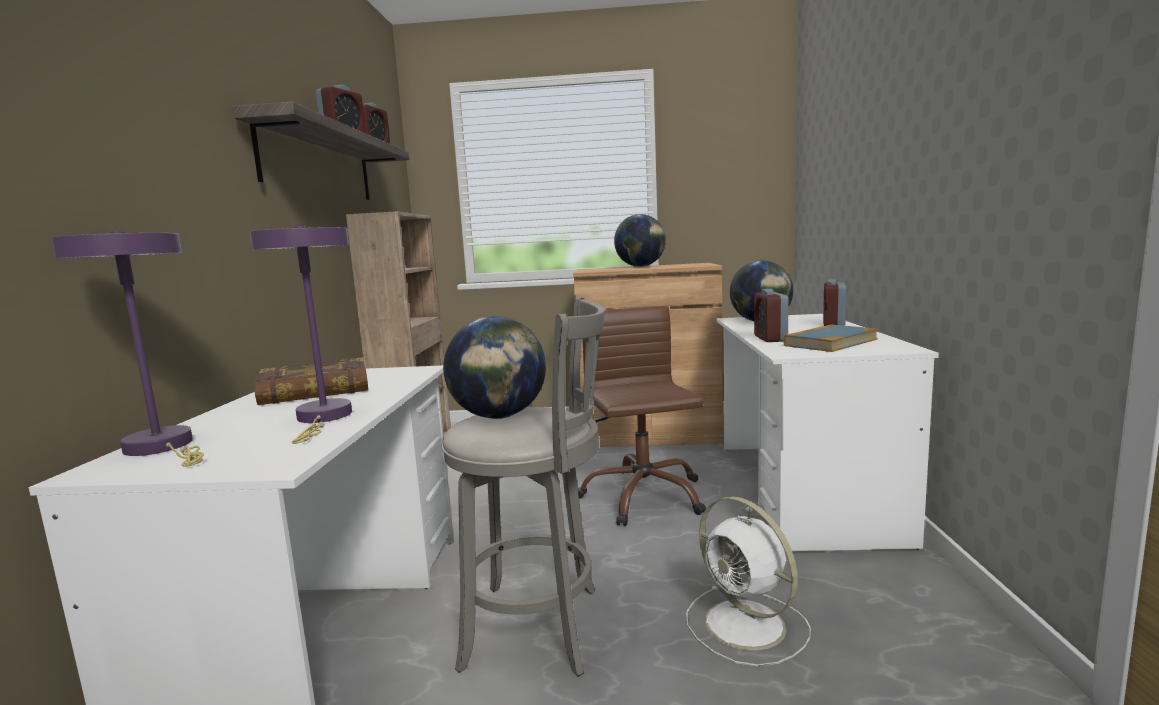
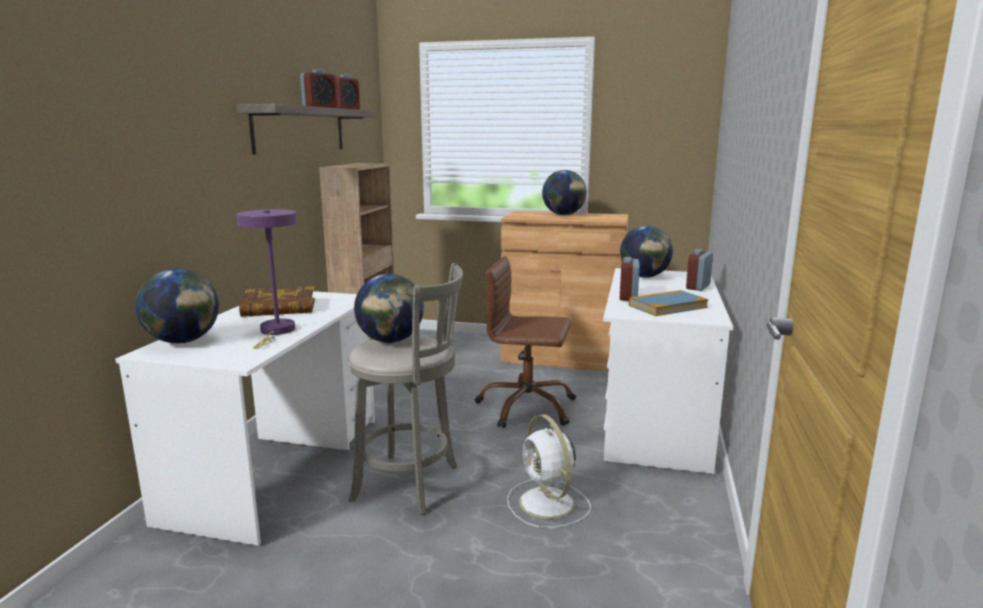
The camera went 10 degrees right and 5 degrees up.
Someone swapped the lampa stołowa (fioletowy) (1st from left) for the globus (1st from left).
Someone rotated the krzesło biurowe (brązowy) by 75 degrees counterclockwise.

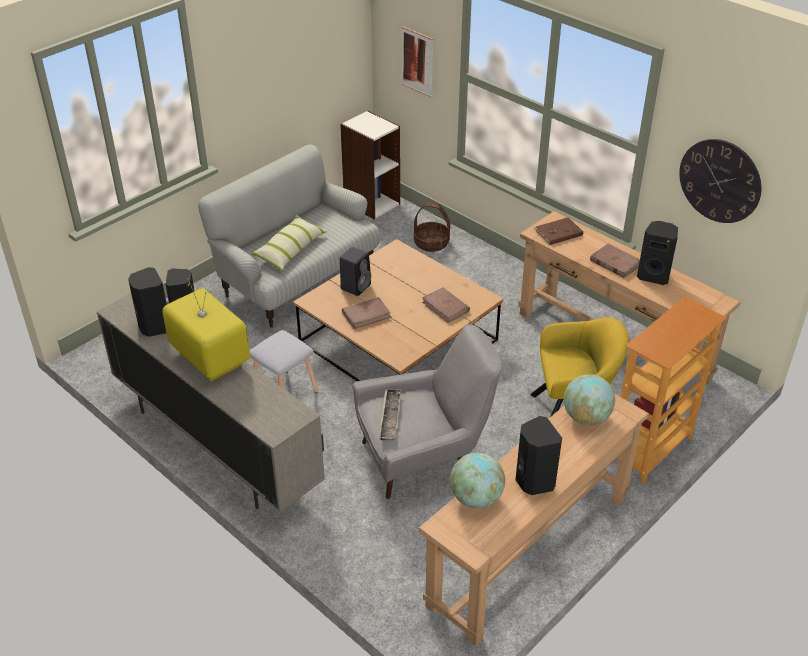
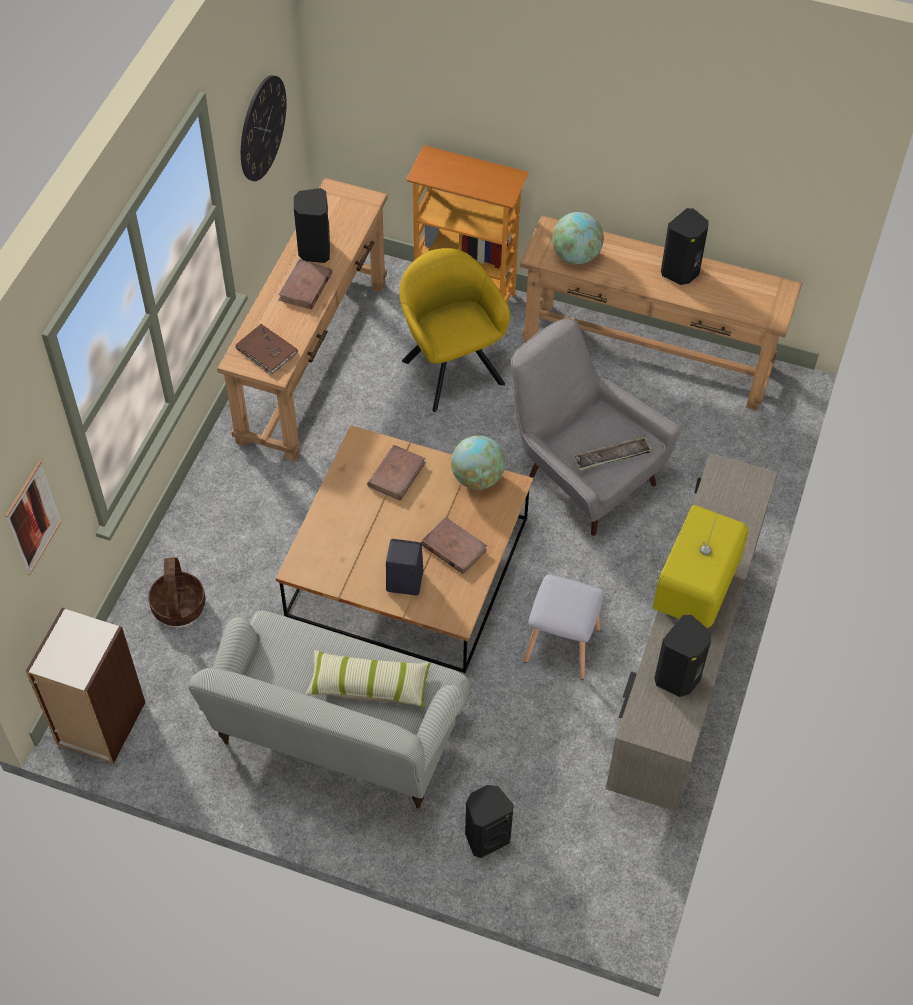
The camera went 115 degrees left and 15 degrees up.
Someone carried the globus (1st from left).

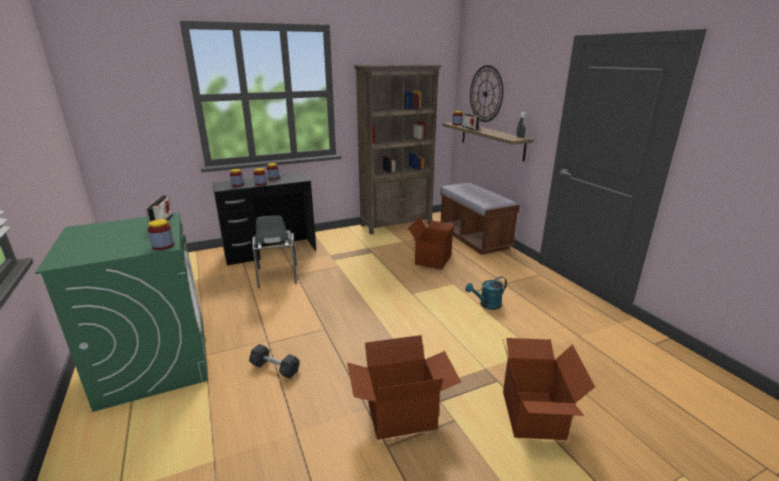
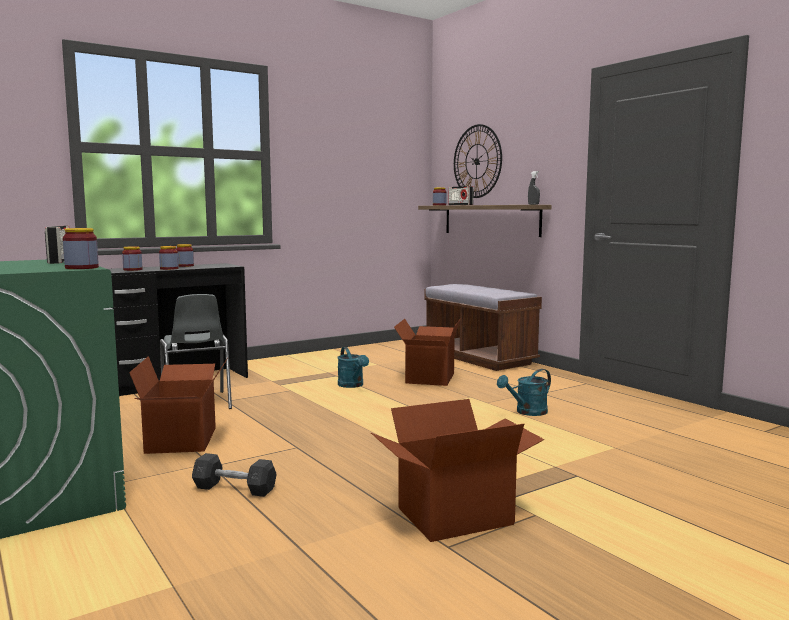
The camera went 10 degrees left and 15 degrees down.
Someone took away the regał (brązowy).
Someone carried the karton (3rd from left in the first image).
Someone put down the konewka (turkusowy) (1st from left).

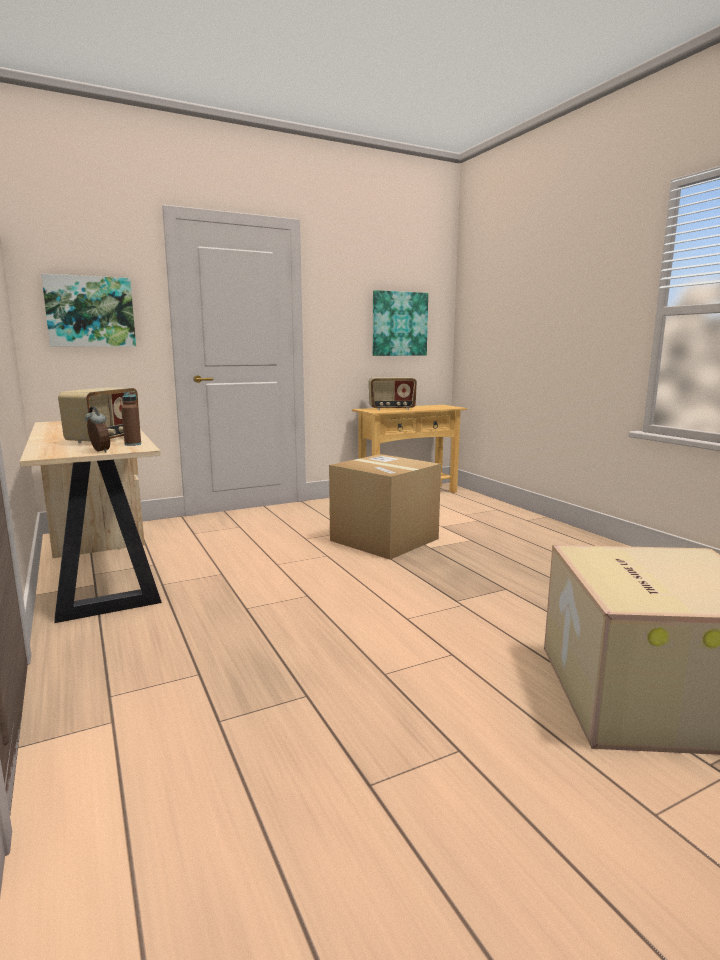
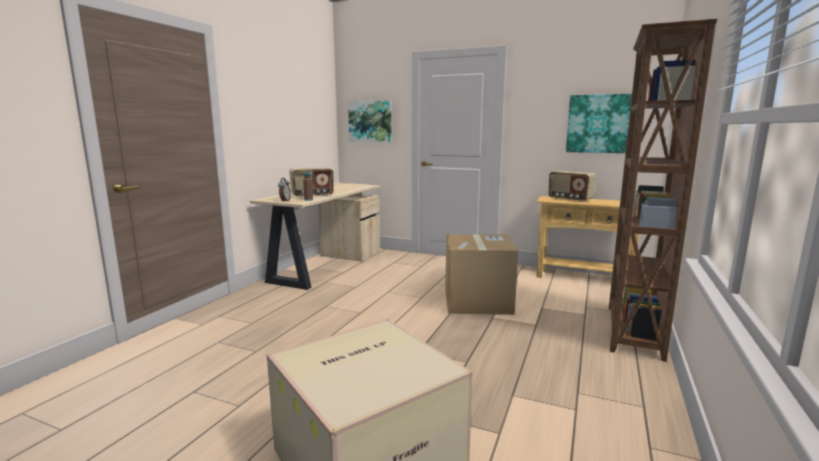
The camera went 50 degrees right and 0 degrees up.
Someone put down the regał (brązowy).

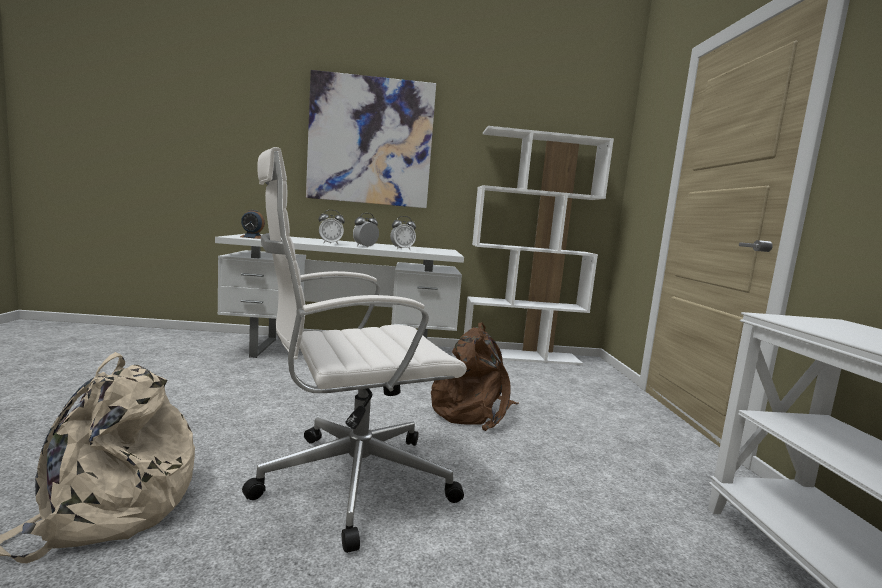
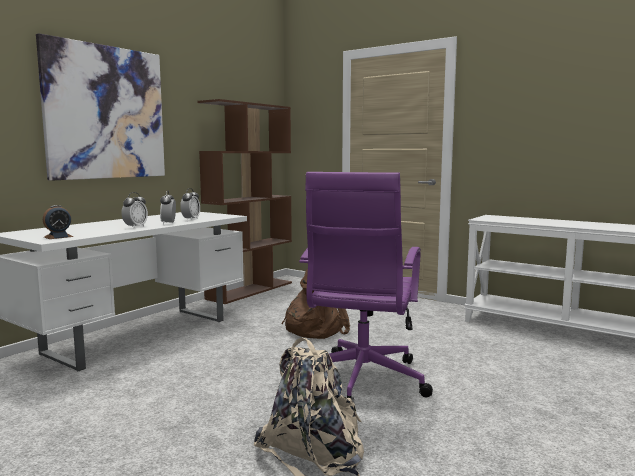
The camera went 50 degrees left and 0 degrees up.
Someone repainted the regał (biały), which became the regał (brązowy).
Someone repainted the krzesło biurowe (biały), which became the krzesło biurowe (fioletowy).

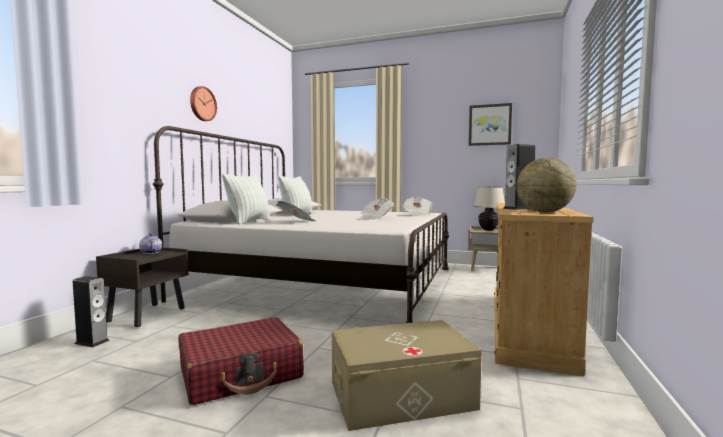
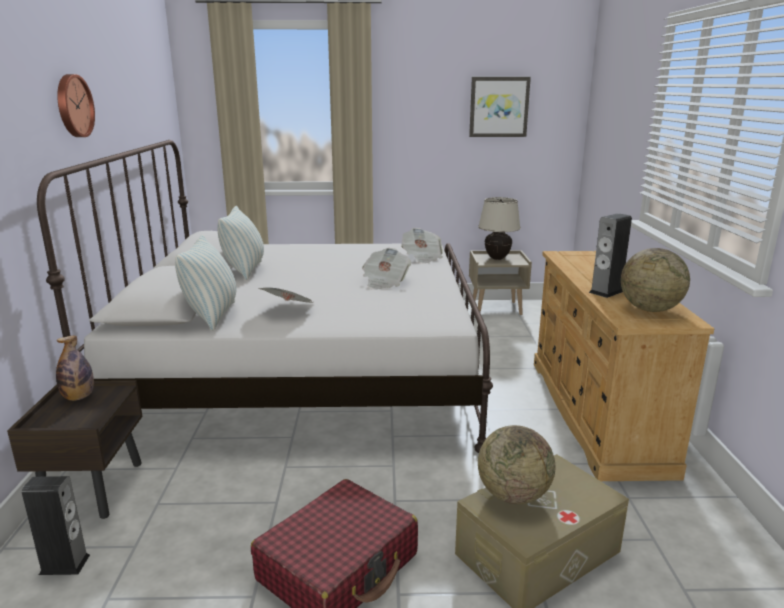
The camera went 20 degrees left and 15 degrees up.
Someone swapped the imbryk for the butelka.
Someone put down the globus (1st from left).

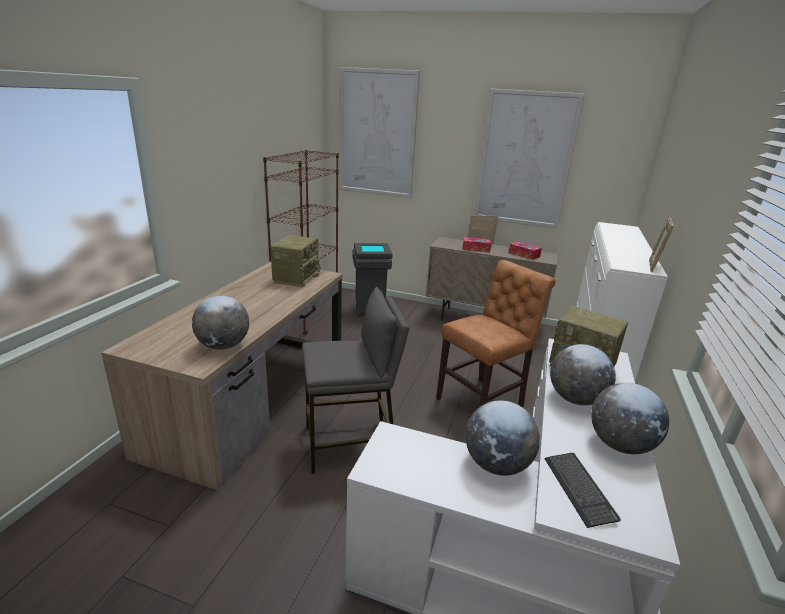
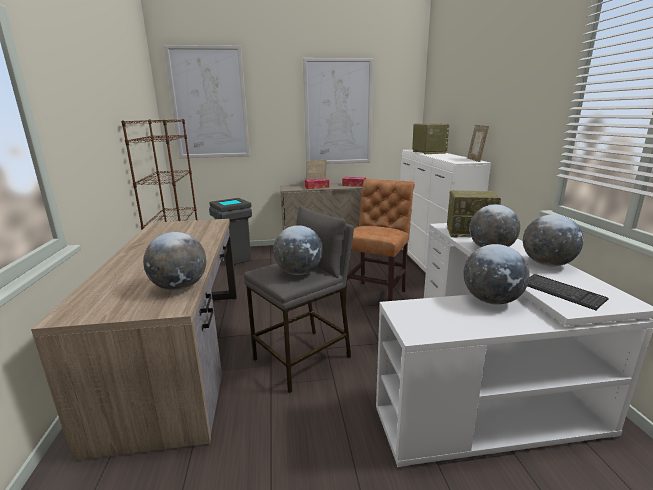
The camera went 25 degrees left and 5 degrees down.
Someone carried the radio (1st from left).
Someone put down the globus (2nd from left).

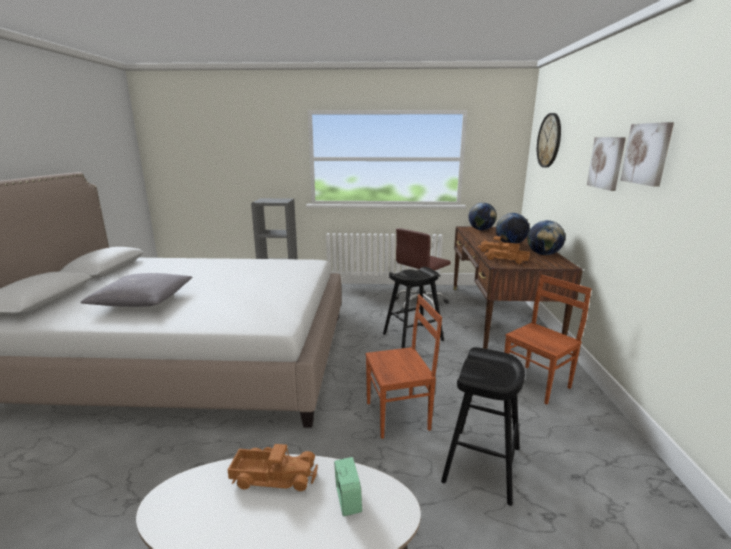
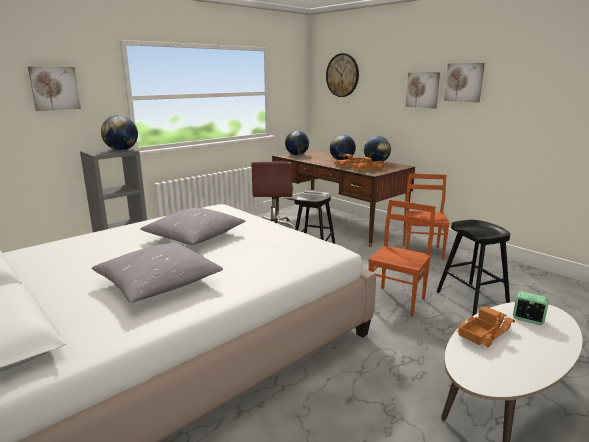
The camera went 45 degrees left and 0 degrees up.
Someone put up the obraz (1st from left).
Someone put down the globus (1st from left).
Someone put down the poduszka (szary) (2nd from left).

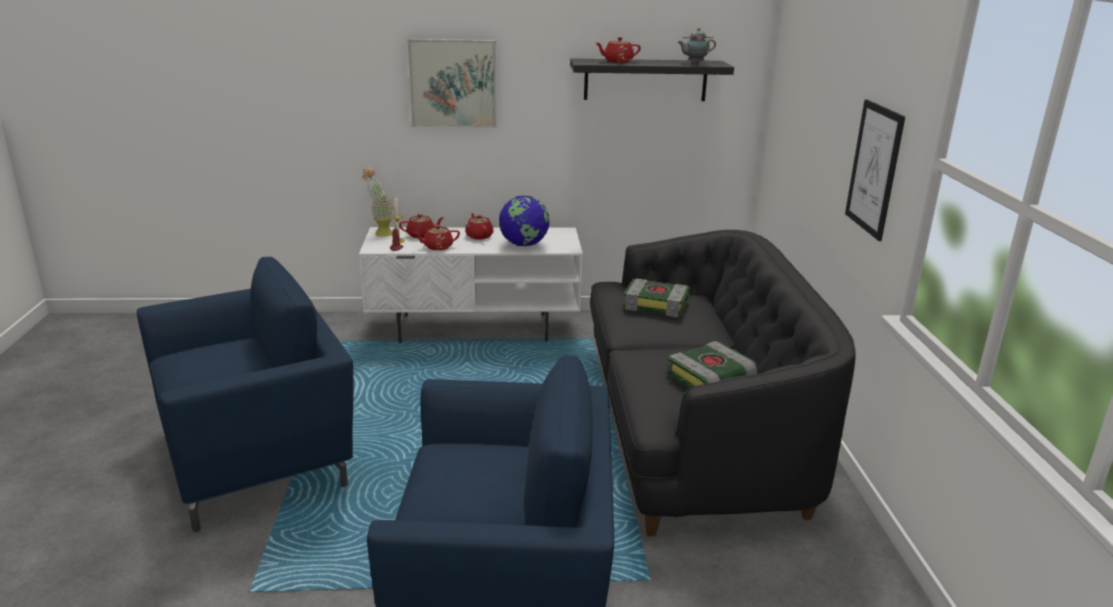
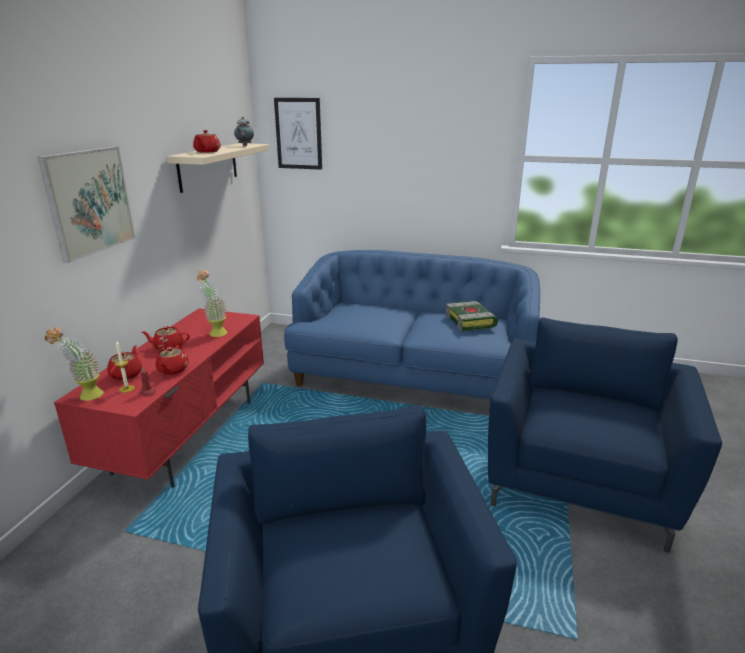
The camera went 70 degrees left and 0 degrees up.
Someone repainted the półka (czarny), which became the półka (beżowy).
Someone carried the obraz (2nd from left).
Someone swapped the globus for the roślina doniczkowa (2nd from left).
Someone repainted the szafka pod telewizor (biały), which became the szafka pod telewizor (czerwony).
Someone repainted the kanapa (czarny), which became the kanapa (niebieski).
Someone took away the książka (1st from left).

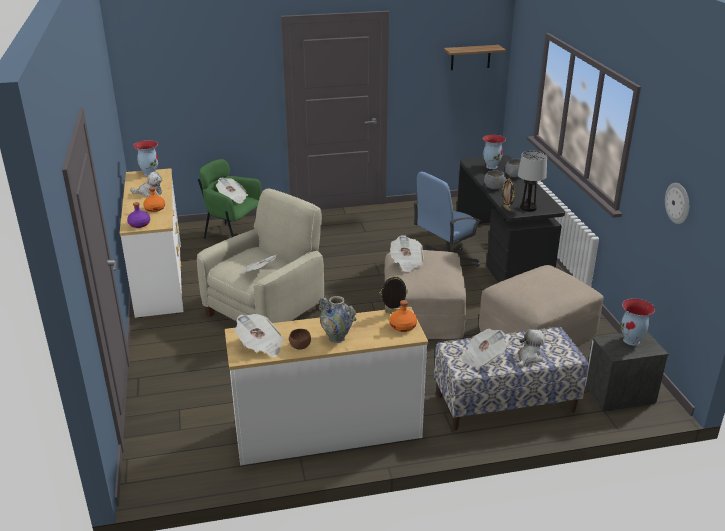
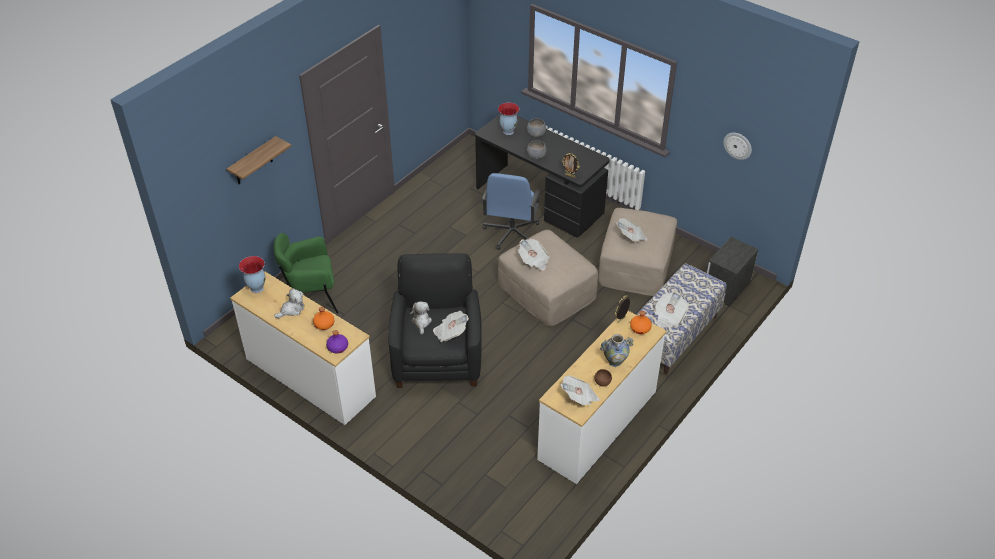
The camera went 40 degrees left and 15 degrees up.
Someone carried the półka.
Someone took away the lampa stołowa.
Someone carried the gazeta (1st from left in the first image).
Someone repainted the fotel (beżowy), which became the fotel (czarny).
Someone took away the wazon (4th from left).
Someone carried the pluszak (2nd from left).

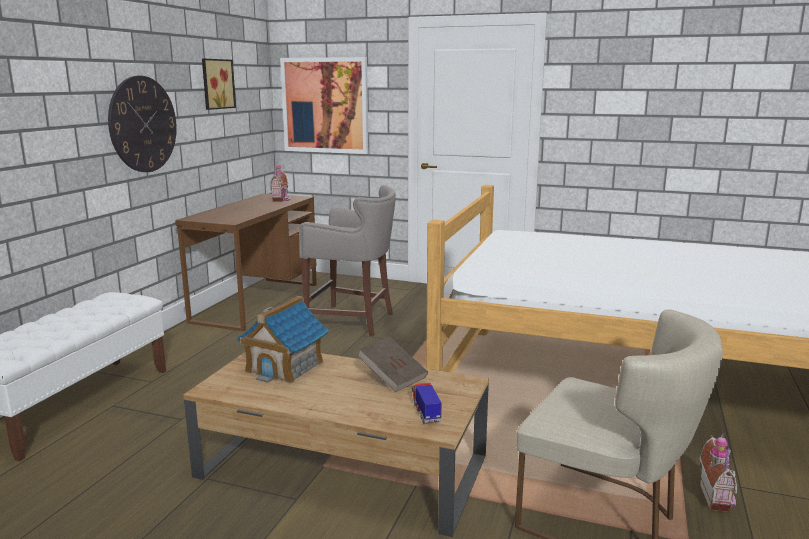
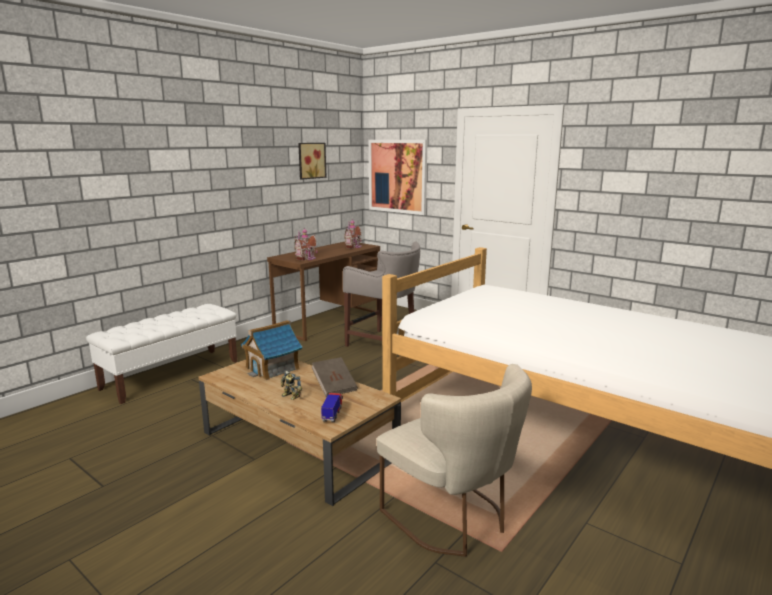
The camera went 20 degrees right and 0 degrees up.
Someone took away the zegar ścienny.
Someone carried the domek (3rd from left in the first image).
Someone put down the robot zabawkowy.

